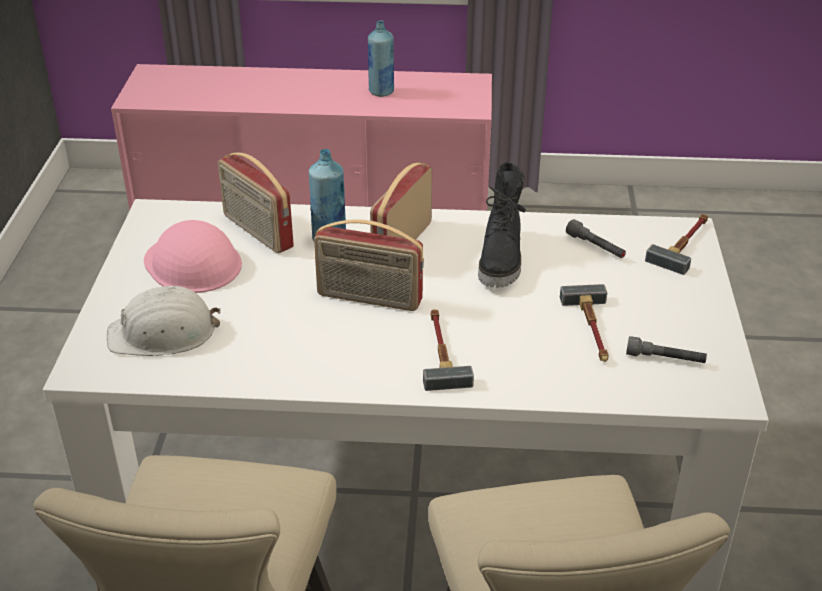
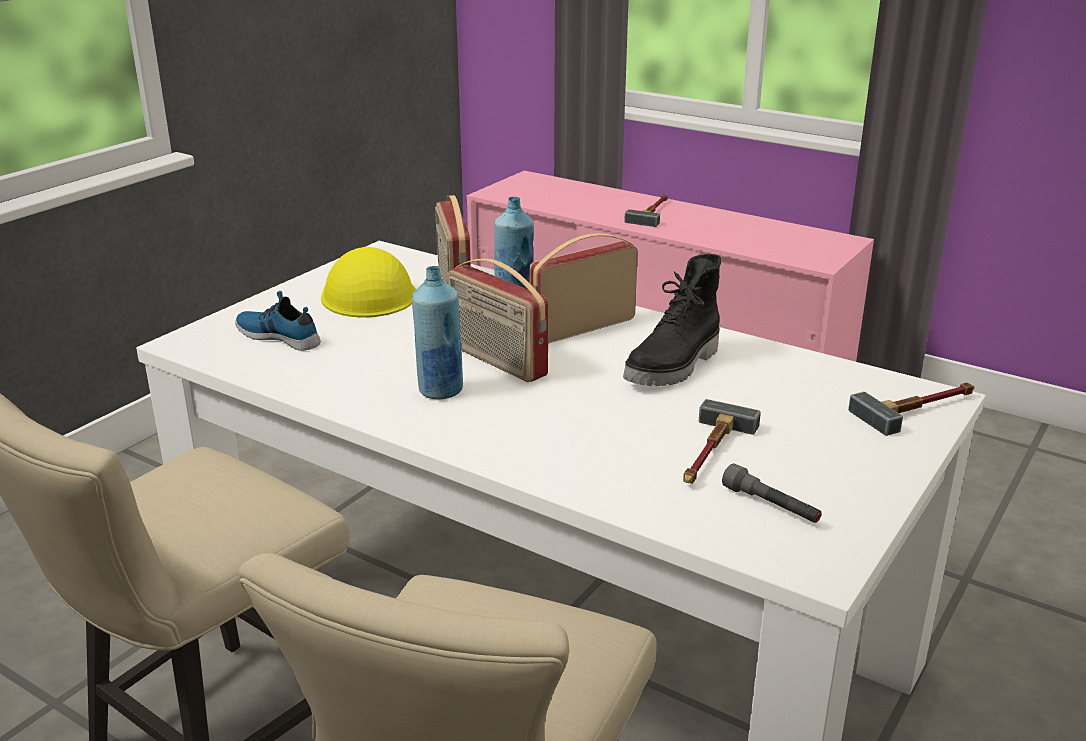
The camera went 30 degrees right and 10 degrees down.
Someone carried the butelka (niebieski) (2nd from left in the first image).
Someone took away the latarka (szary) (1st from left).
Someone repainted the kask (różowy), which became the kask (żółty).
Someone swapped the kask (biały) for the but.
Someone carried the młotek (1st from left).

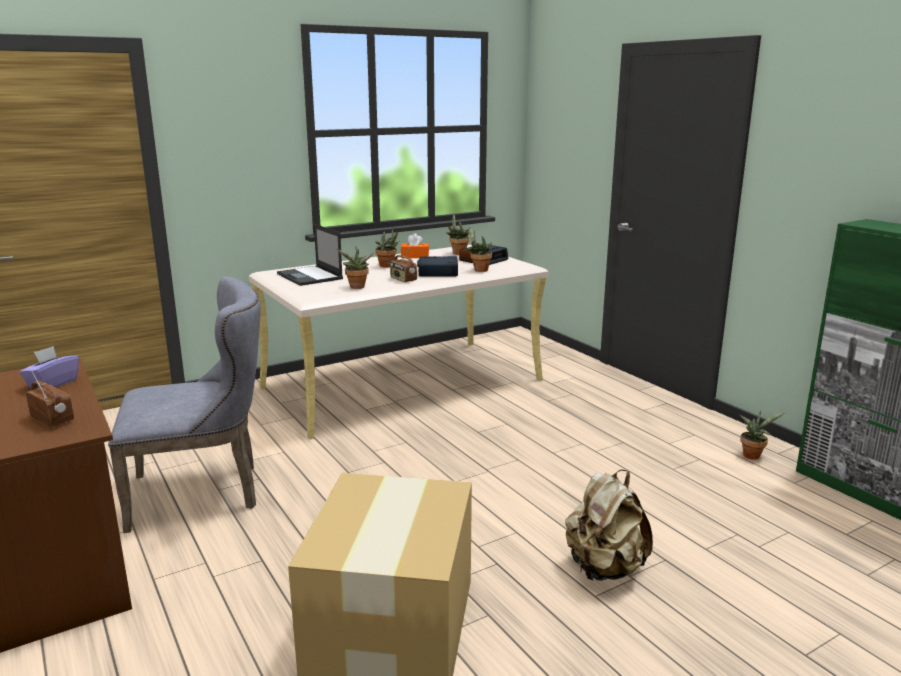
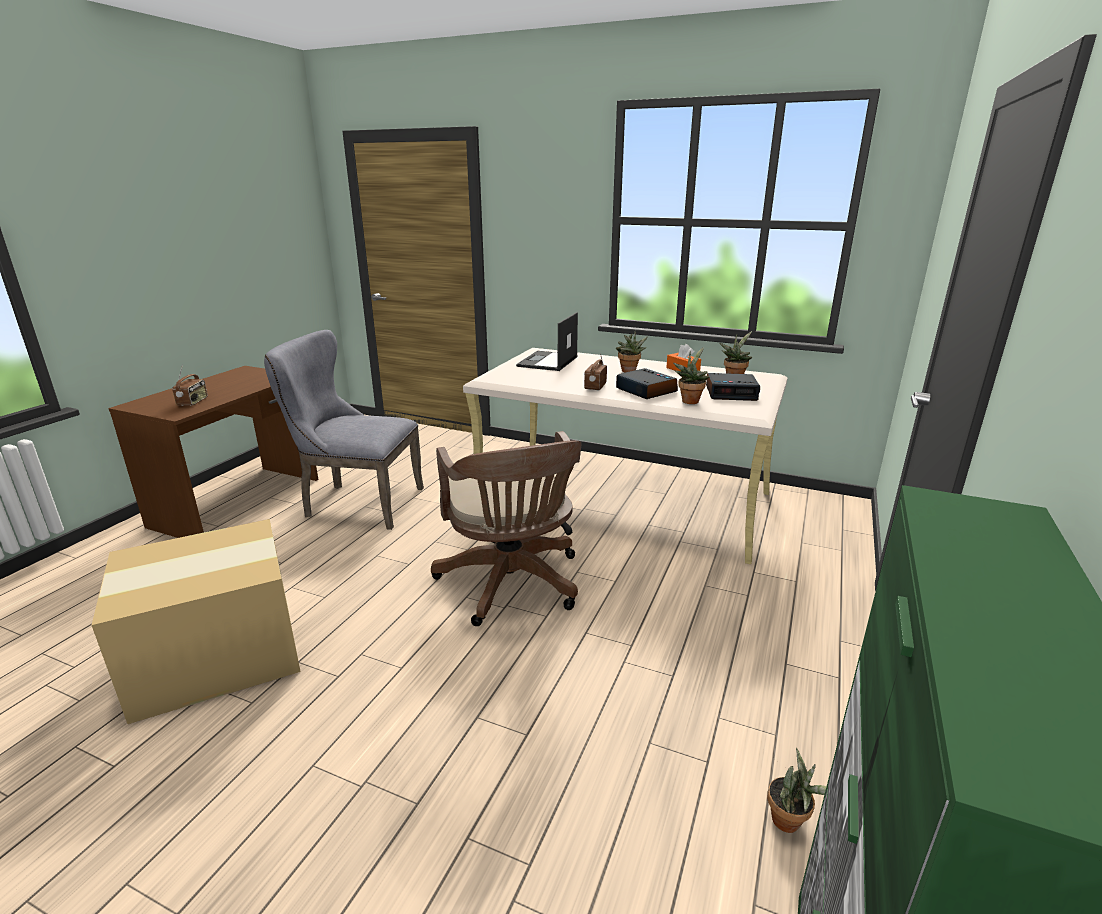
The camera went 55 degrees right and 5 degrees up.
Someone took away the roślina doniczkowa (1st from left).
Someone rotated the krzesło (szary) by 150 degrees clockwise.
Someone took away the pudełko chusteczek (fioletowy).
Someone took away the plecak (beżowy).
Someone put down the krzesło biurowe (brązowy).

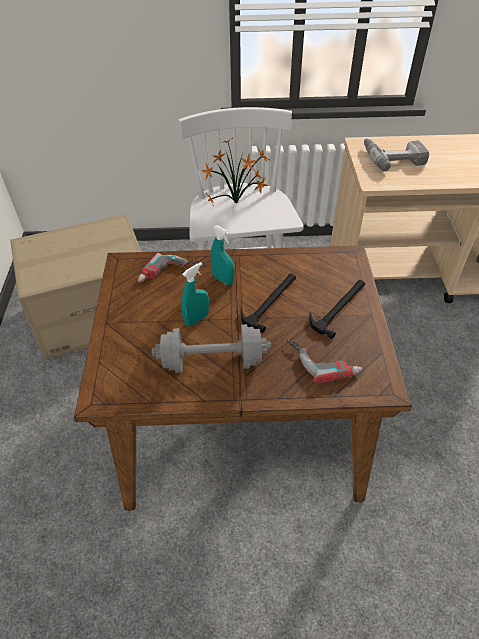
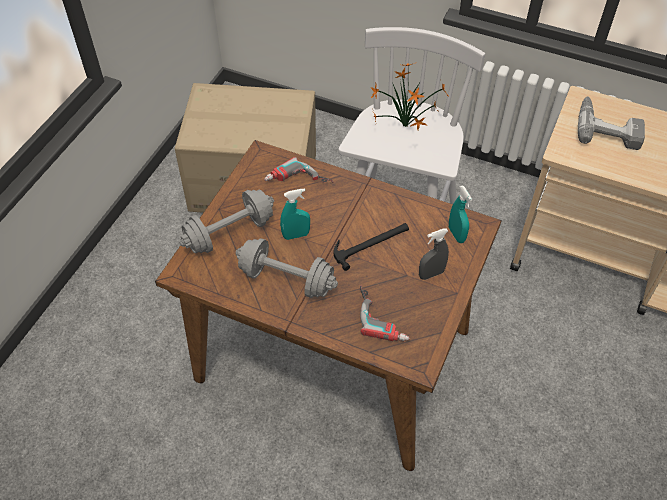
The camera went 25 degrees right and 5 degrees up.
Someone carried the spryskiwacz (turkusowy) (2nd from left).
Someone swapped the młotek (2nd from left) for the spryskiwacz (szary).
Someone put down the hantel (szary) (1st from left).

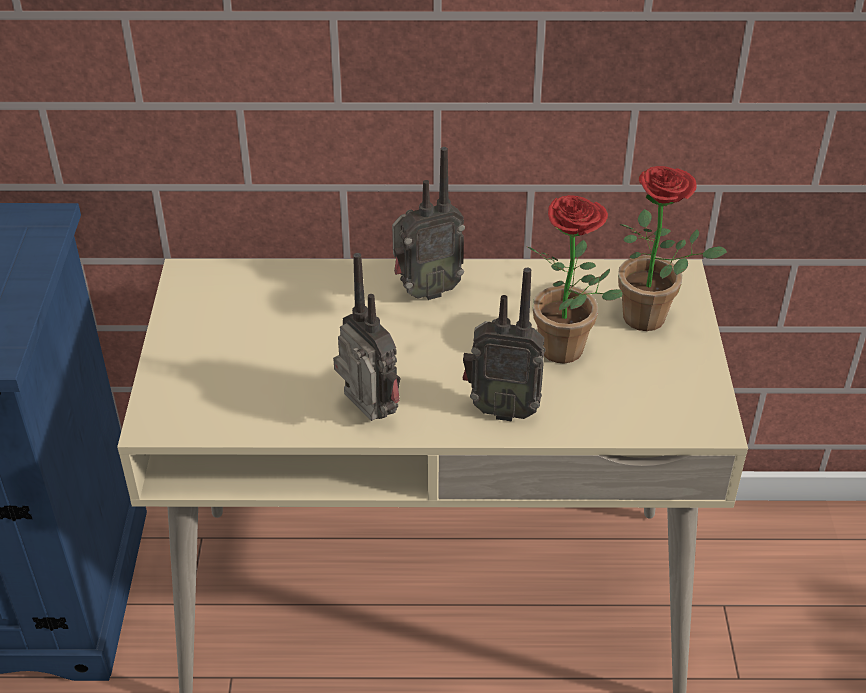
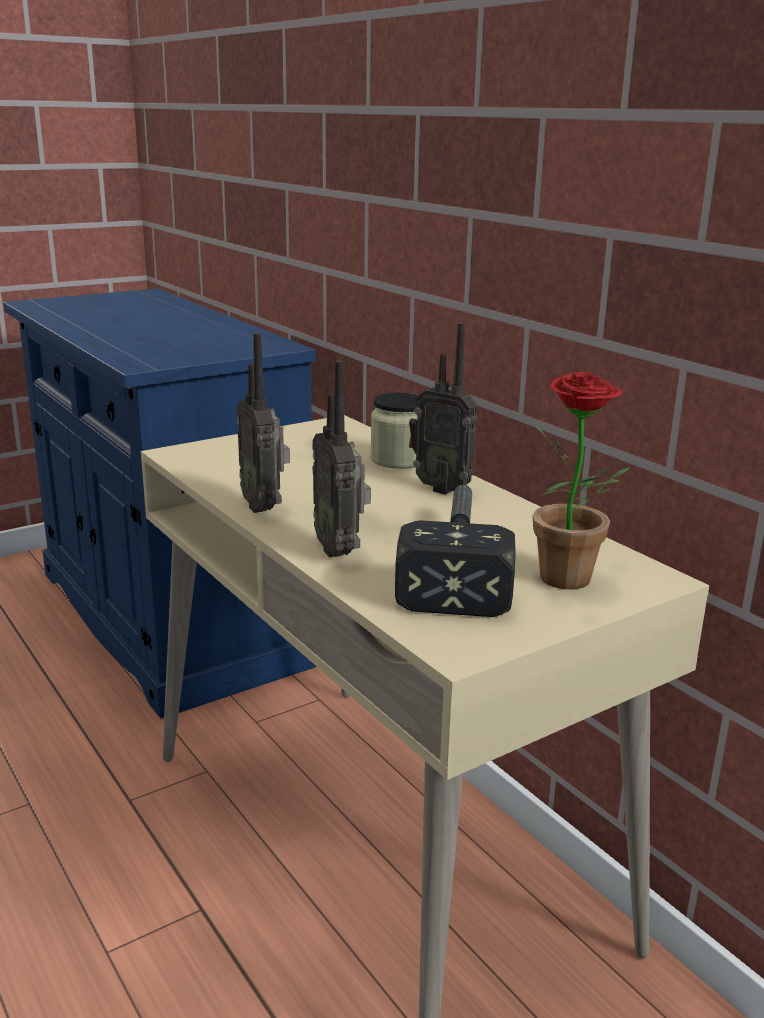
The camera went 55 degrees right and 20 degrees down.
Someone swapped the roślina doniczkowa (1st from left) for the młotek.
Someone rotated the radio (1st from left) by 135 degrees clockwise.
Someone put down the słoik.

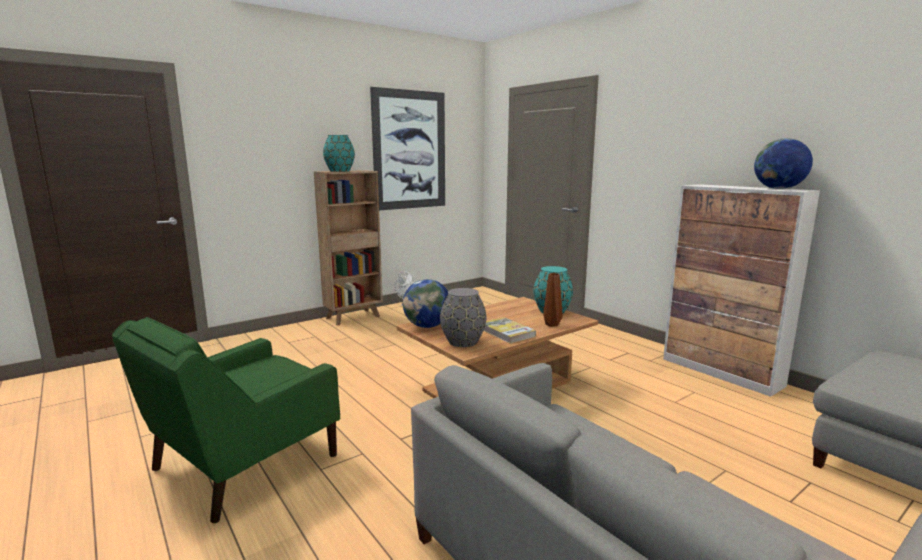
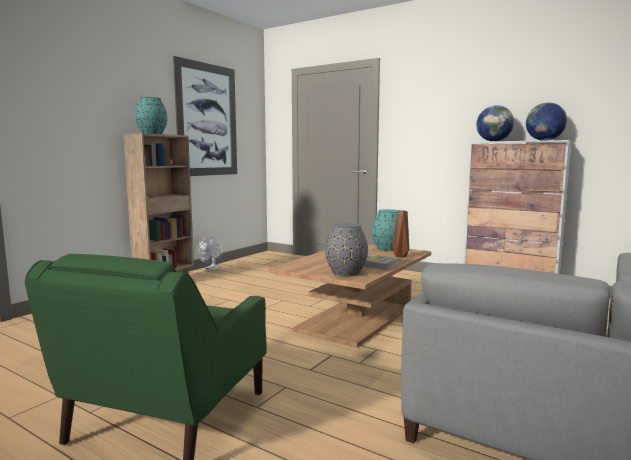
The camera went 20 degrees left and 5 degrees down.
Someone carried the globus (1st from left).

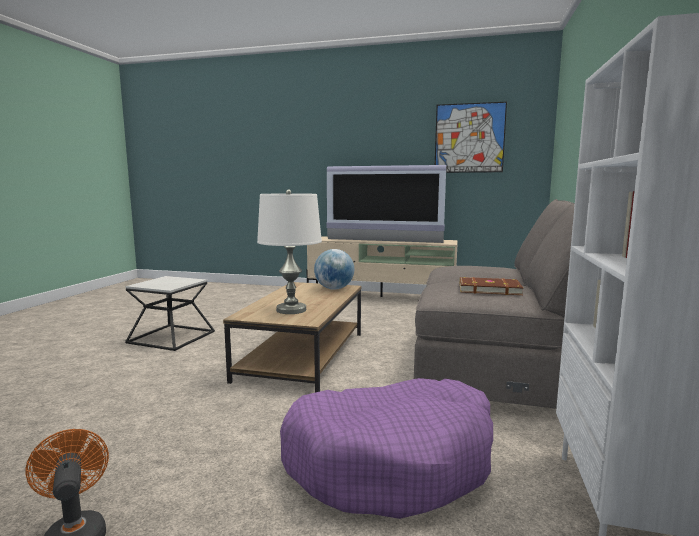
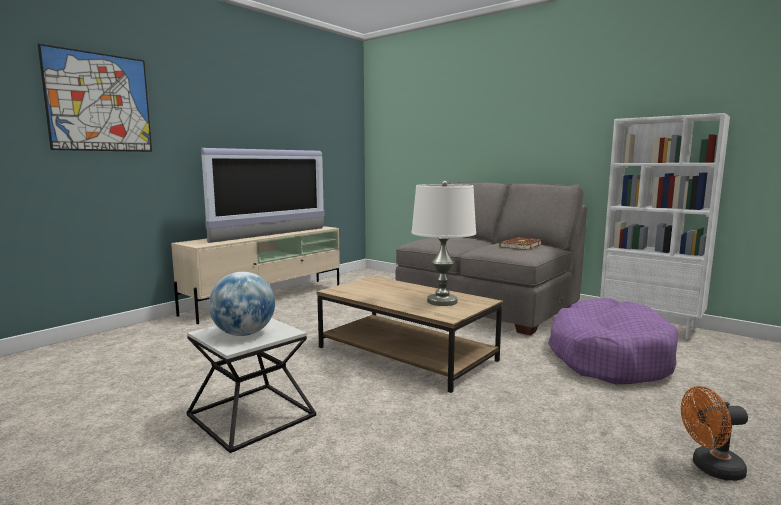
The camera went 65 degrees left and 0 degrees up.
Someone carried the obraz.
Someone carried the globus.

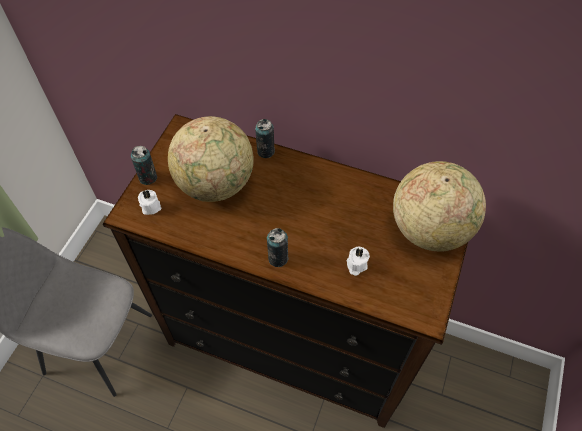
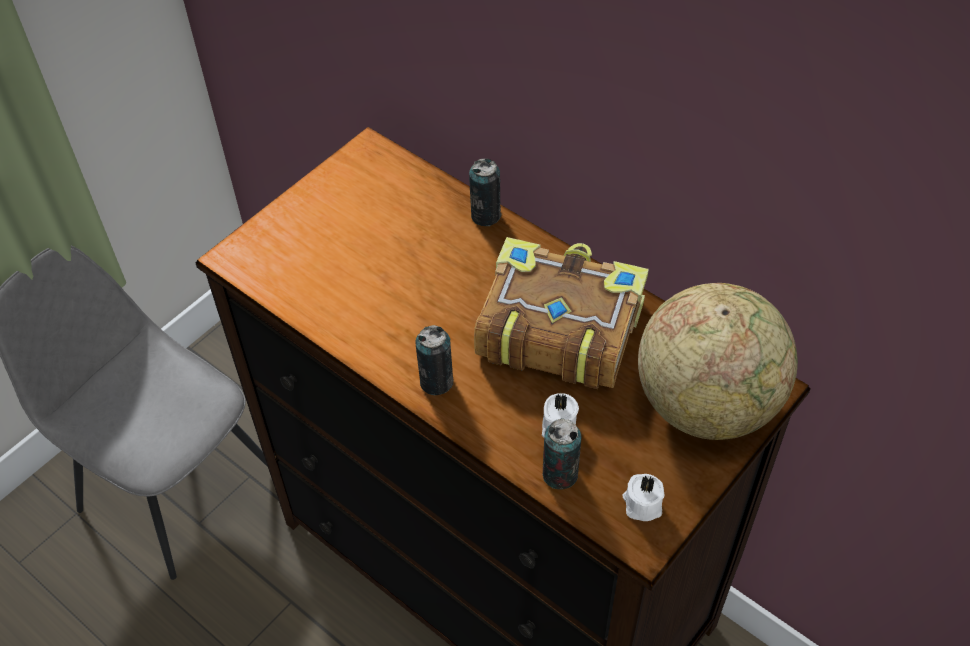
The camera went 20 degrees right and 5 degrees down.
Someone took away the globus (1st from left).
Someone carried the puszka (1st from left in the first image).
Someone carried the świeca (biały) (1st from left in the first image).
Someone put down the książka.

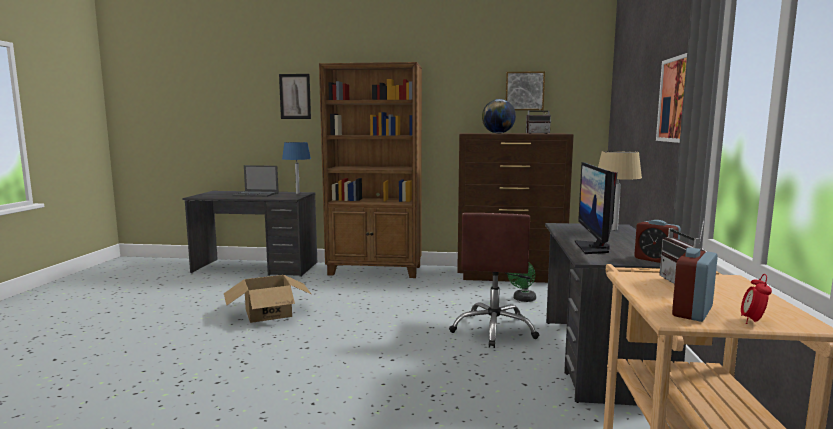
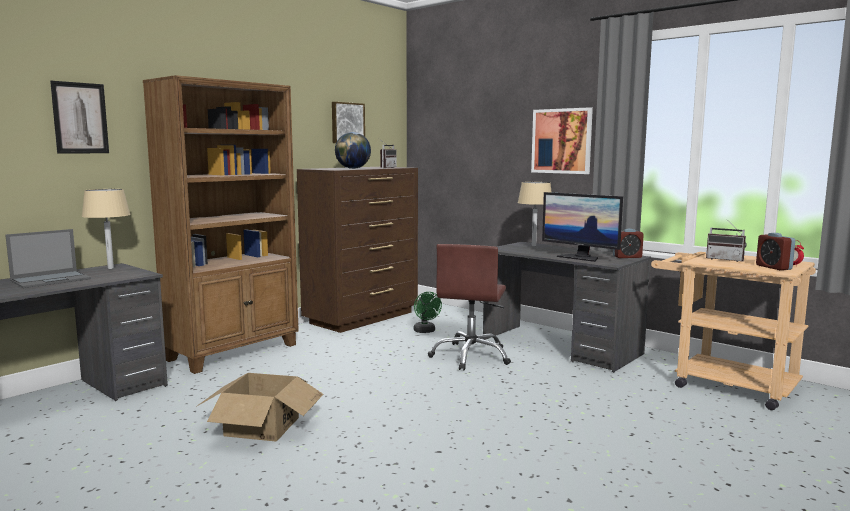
The camera went 55 degrees left and 0 degrees up.
Someone repainted the lampa stołowa (niebieski), which became the lampa stołowa (beżowy) (1st from left).
Someone rotated the krzesło biurowe (brązowy) by 60 degrees clockwise.

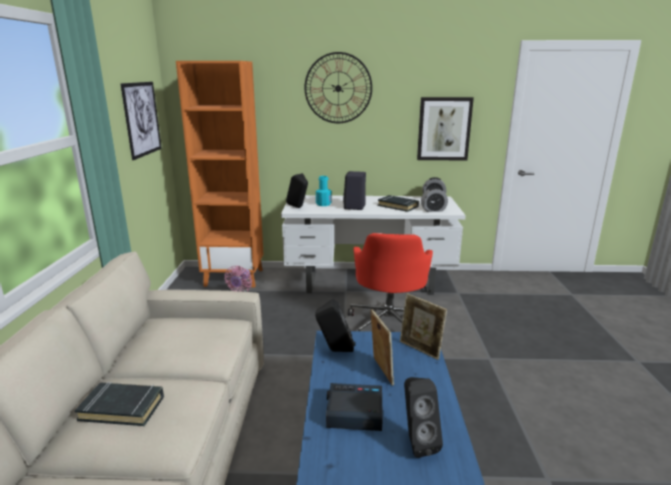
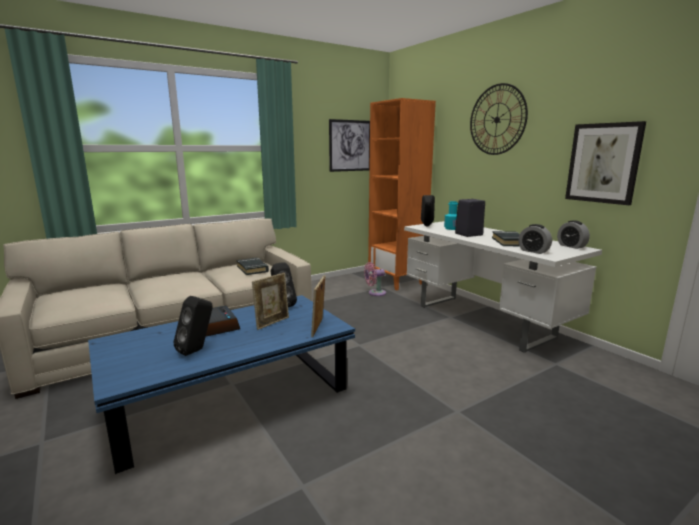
The camera went 55 degrees right and 5 degrees down.
Someone took away the krzesło biurowe (czerwony).
Someone carried the książka (czarny) (1st from left).

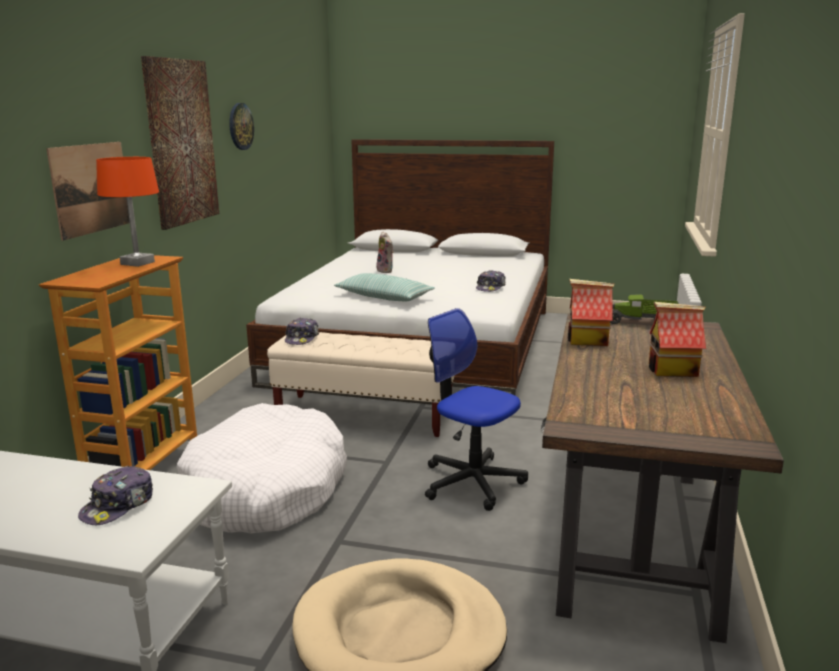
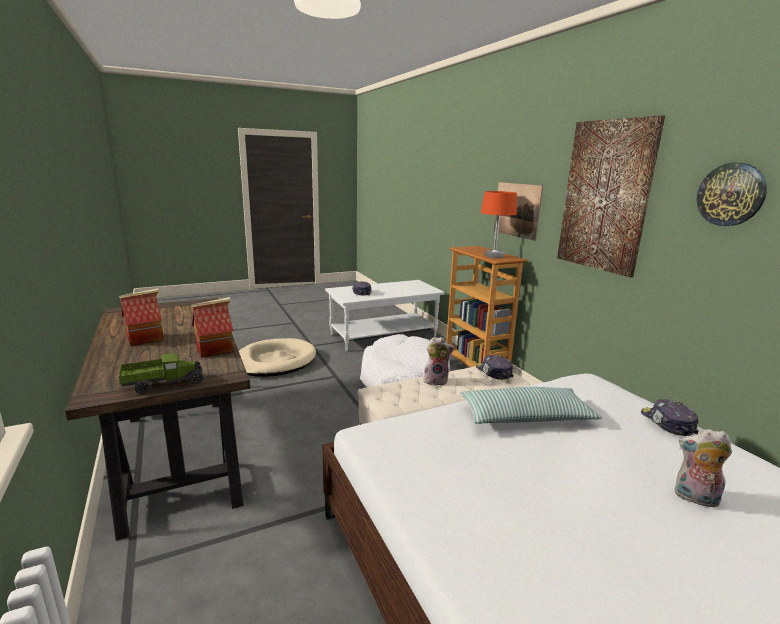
The camera went 140 degrees right and 0 degrees up.
Someone carried the czapka z daszkiem (3rd from left).
Someone took away the krzesło biurowe.
Someone put down the pluszak (1st from left).

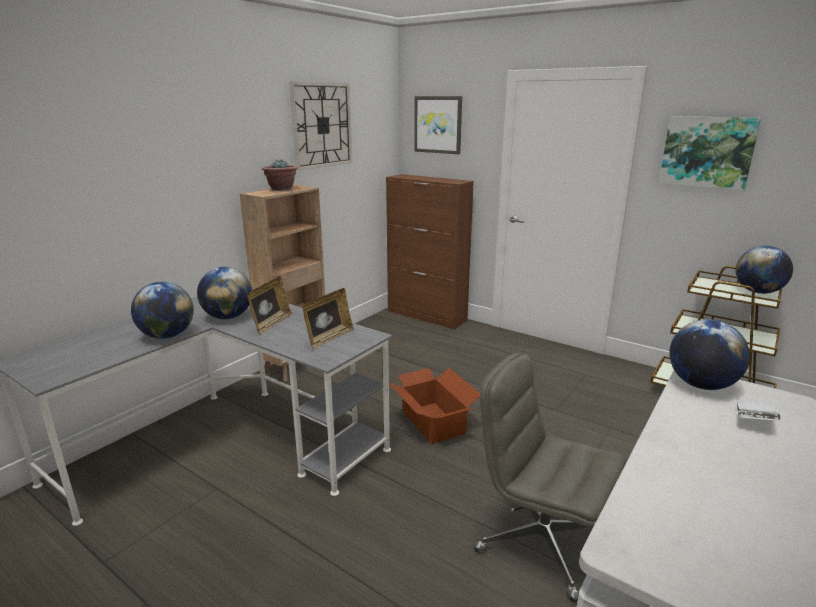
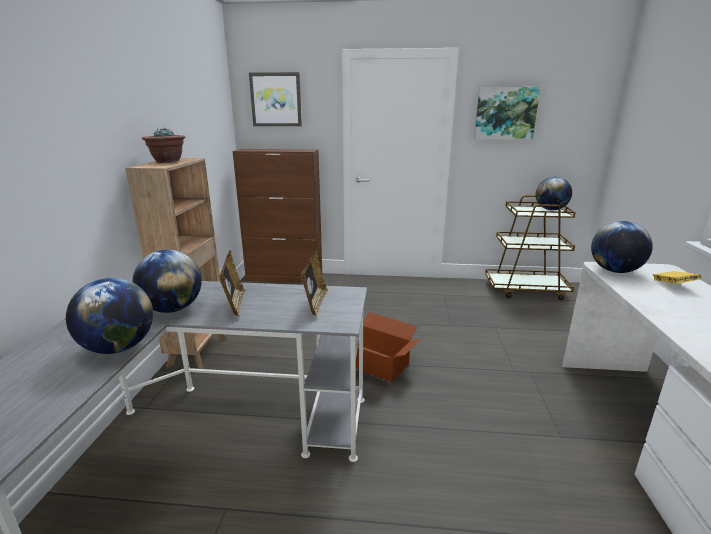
The camera went 30 degrees left and 0 degrees up.
Someone took away the zegar ścienny.
Someone took away the krzesło biurowe (szary).
Someone repainted the książka (biały), which became the książka (żółty).

